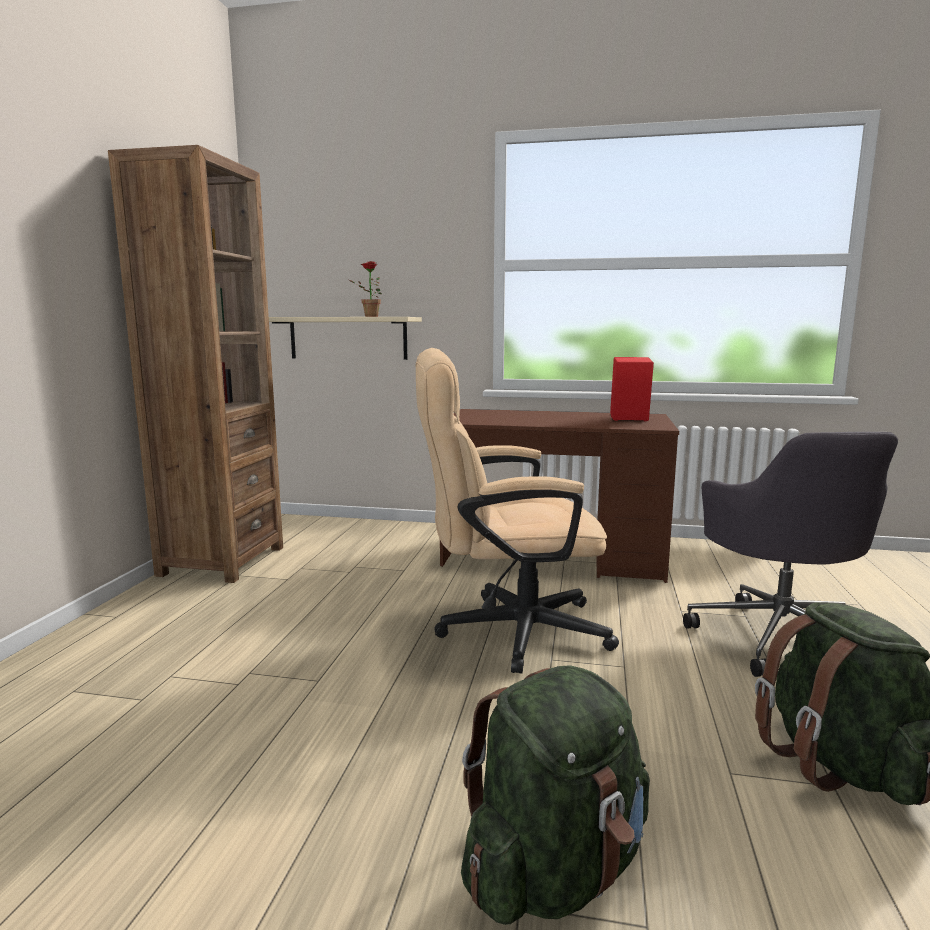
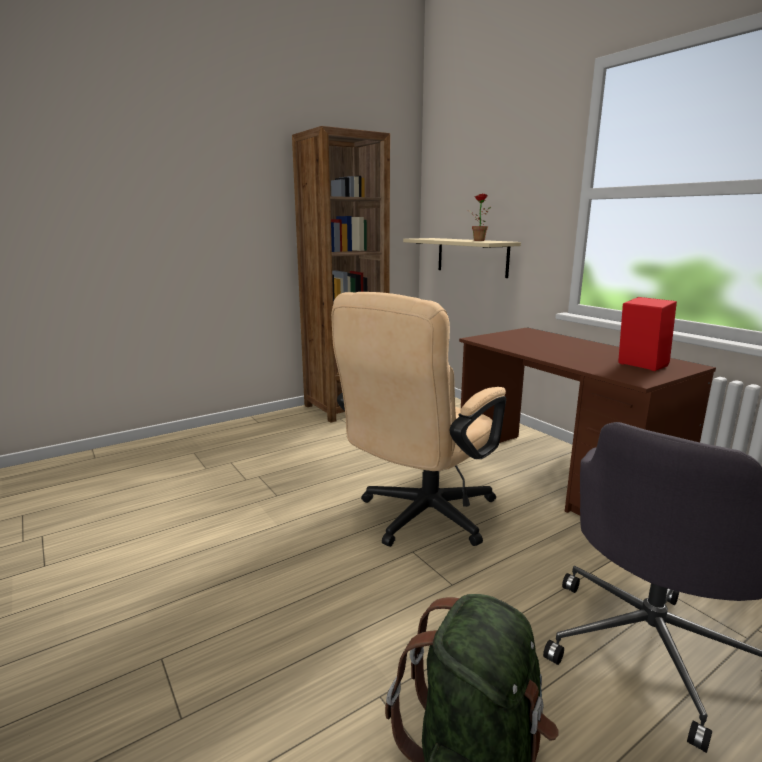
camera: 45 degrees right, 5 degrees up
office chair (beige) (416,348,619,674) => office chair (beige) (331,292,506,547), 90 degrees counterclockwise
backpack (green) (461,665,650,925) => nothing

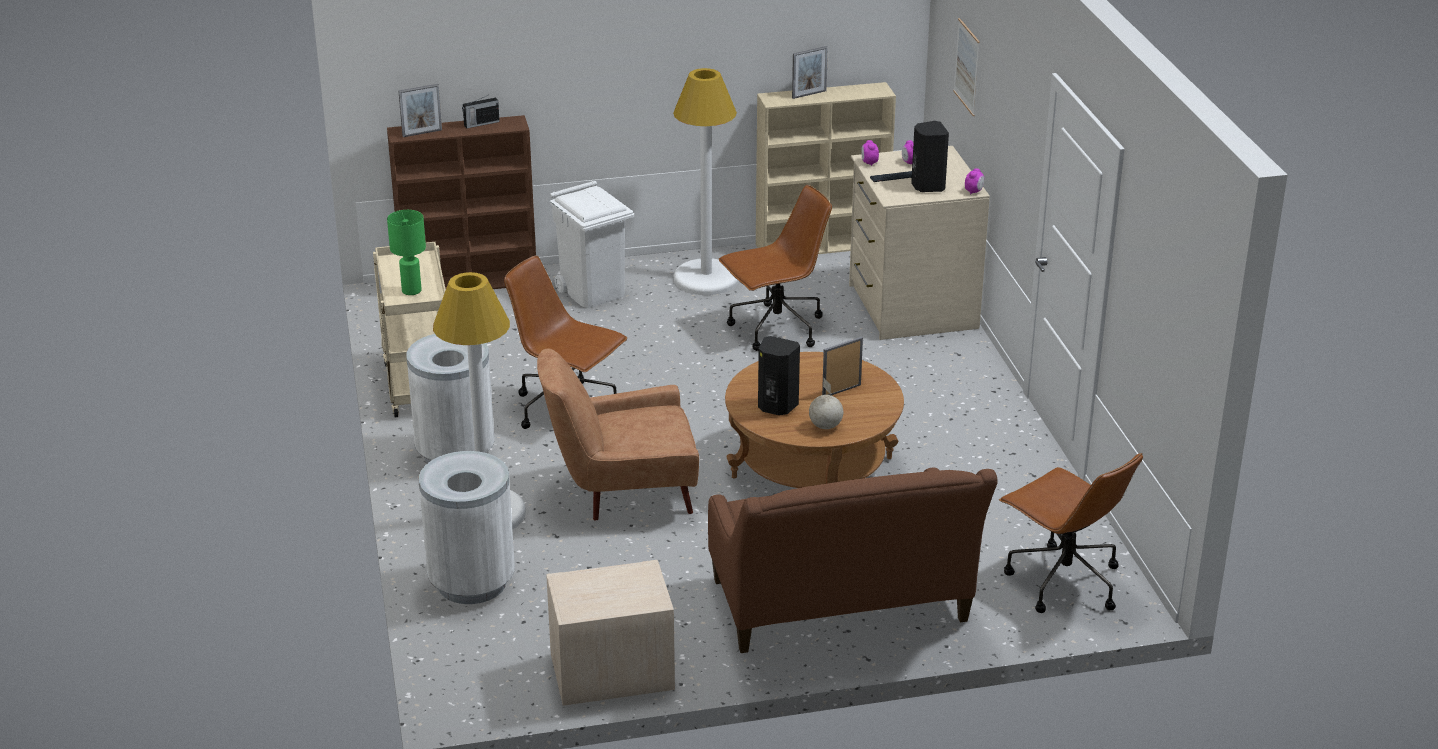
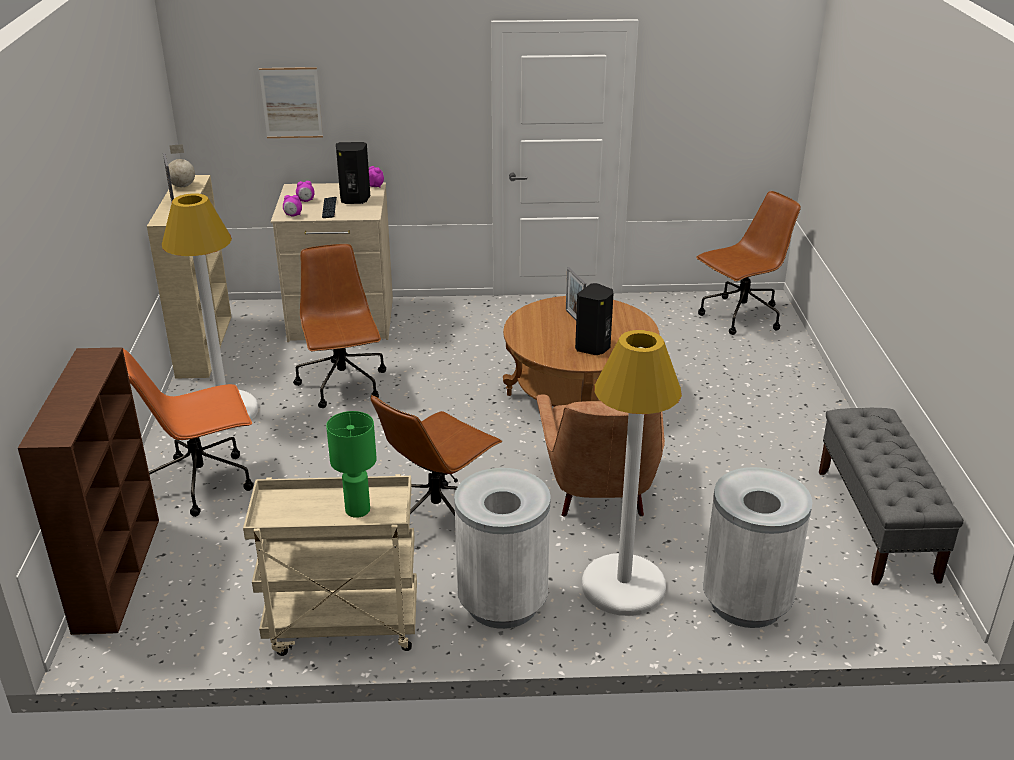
camera: 80 degrees left, 0 degrees up
picture frame (398,84,442,137) => nothing
radio (462,95,500,128) => nothing
trash can (white) (550,181,634,308) => office chair (orange) (123,349,254,517)
globe (809,378,843,429) => globe (166,144,195,187), relocated
sofa (brown) (708,467,998,653) => nothing
nightstand (beige) (546,560,675,706) => bench (grey) (819,408,964,585)

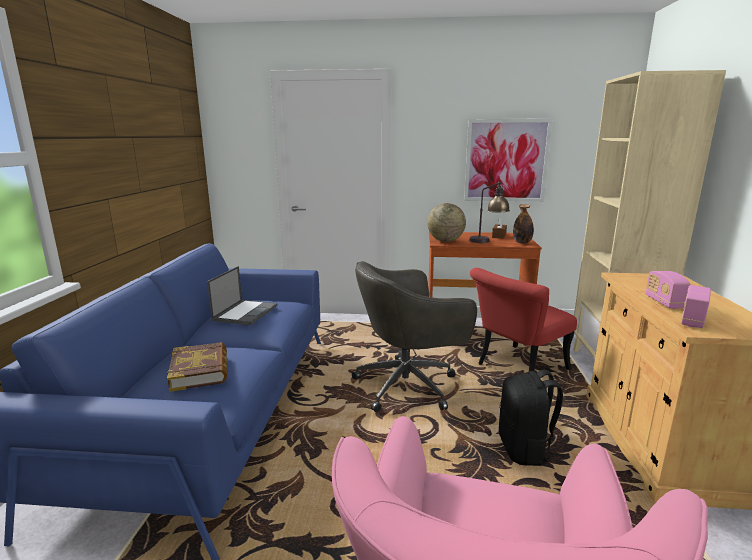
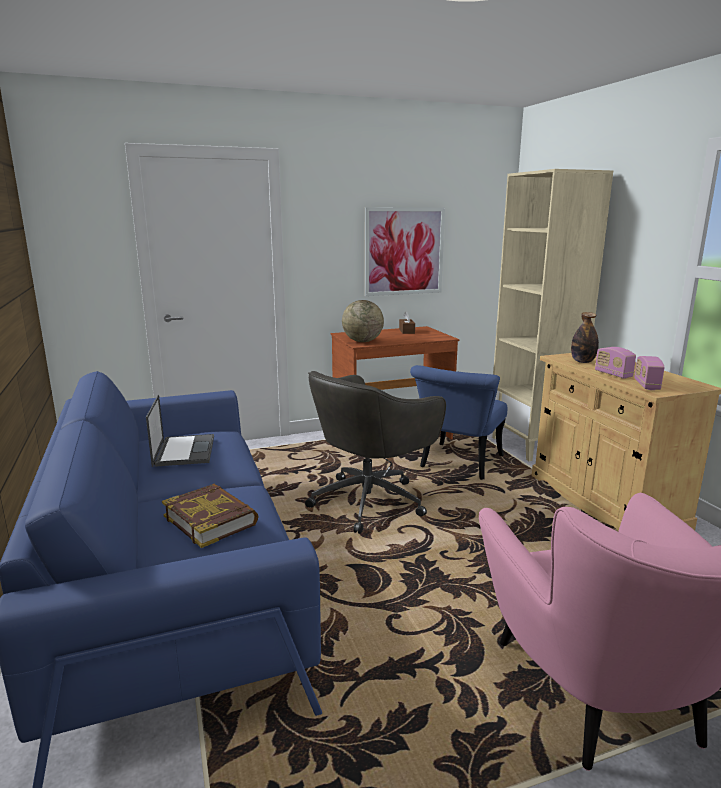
camera: 25 degrees left, 0 degrees up
table lamp (469,182,510,243) => nothing
bottle (513,204,534,244) => bottle (571,312,599,363), relocated
chair (red) (470,268,577,372) => chair (blue) (410,365,507,480)
backpack (black) (499,370,564,466) => nothing

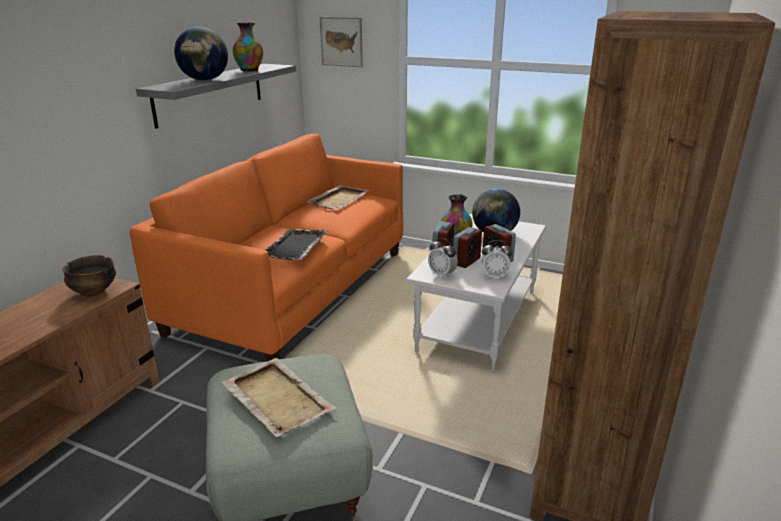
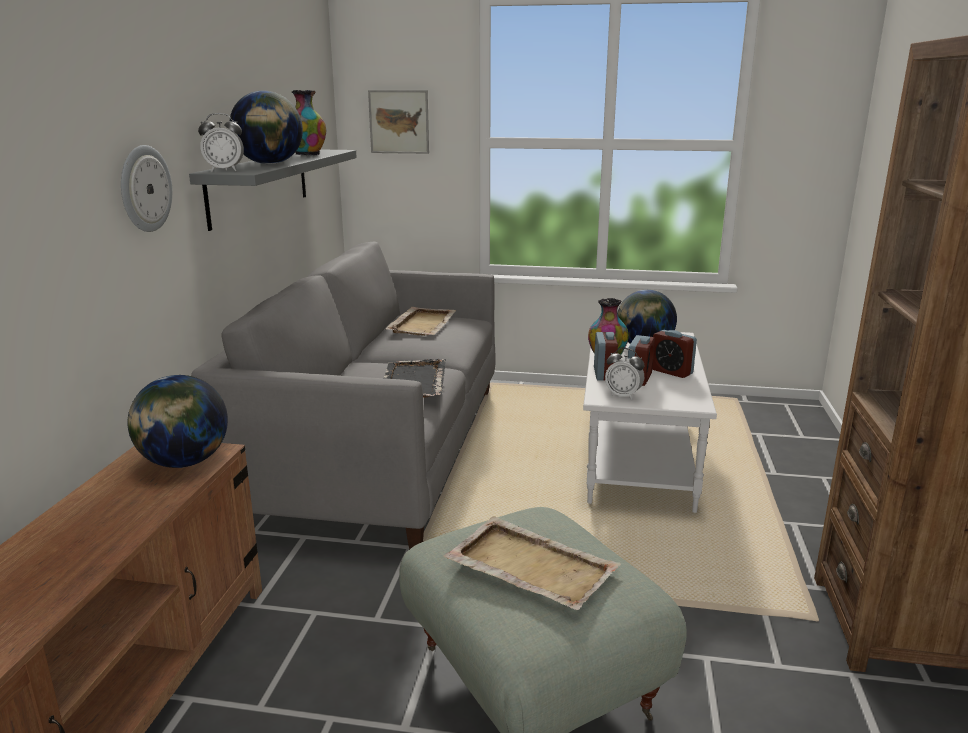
camera: 15 degrees left, 5 degrees down
sofa (orange) (130,134,403,361) => sofa (grey) (191,242,496,550)
alarm clock (482,240,512,279) => alarm clock (198,113,244,171), relocated
bowl (62,255,116,297) => globe (128,375,228,468)
nothing => wall clock (121,145,172,232)

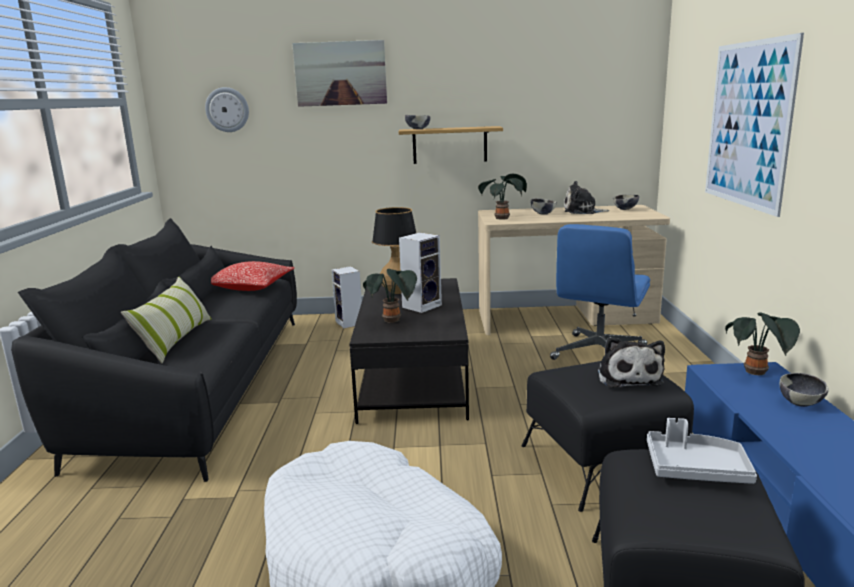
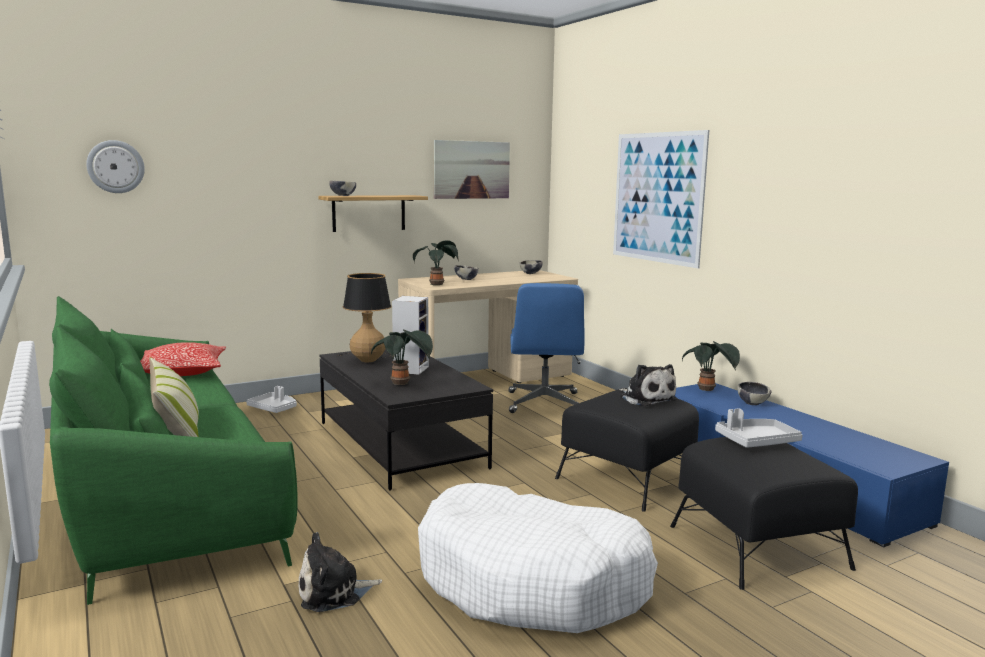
camera: 30 degrees left, 5 degrees down
picture (292,40,387,107) => picture (434,140,510,199), relocated
plush toy (564,181,609,214) => plush toy (299,532,382,612), relocated
sofa (black) (11,218,297,482) => sofa (green) (49,297,298,605)
speaker (331,266,362,328) => tray (grey) (246,386,297,413)

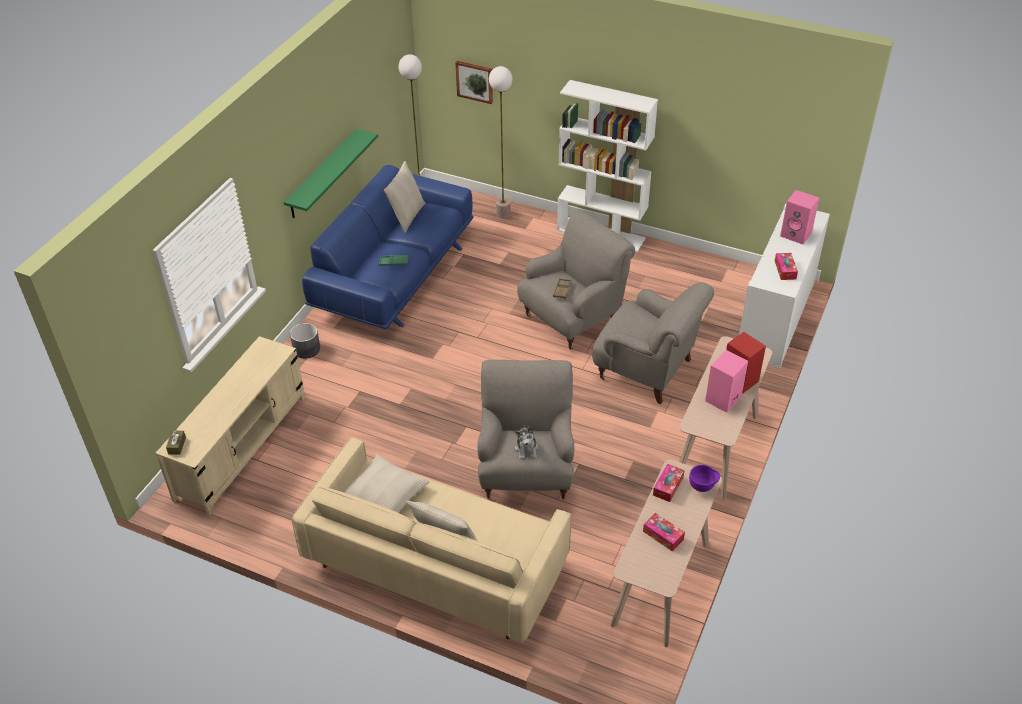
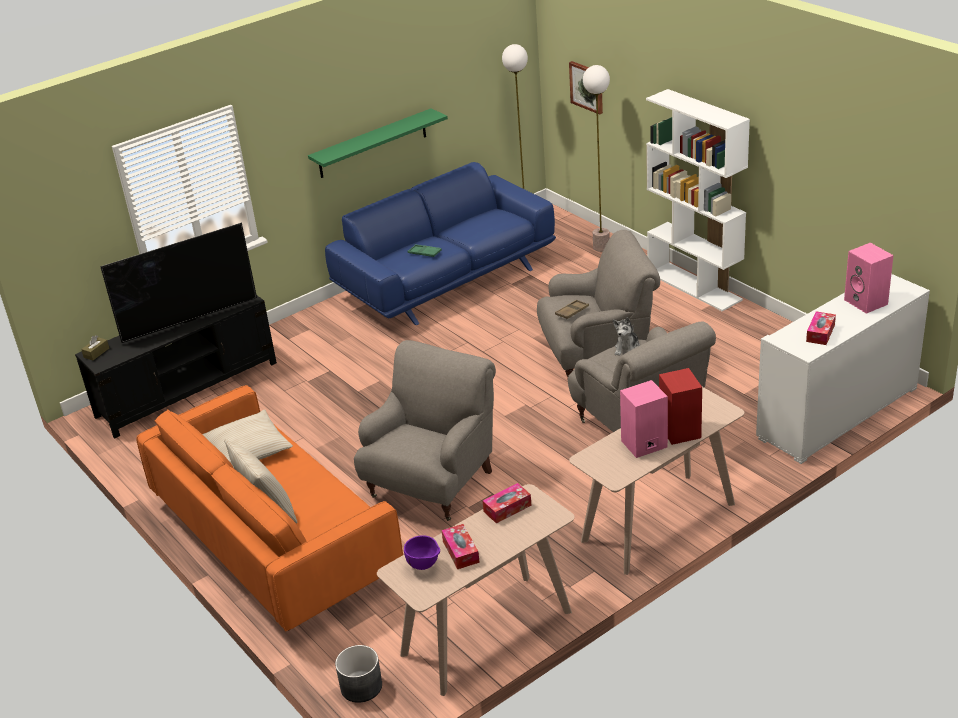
camera: 30 degrees right, 10 degrees down
pillow (beige) (384,161,426,233) => nothing
planter (grey) (290,323,320,358) => planter (grey) (335,645,382,703), relocated
tv stand (beige) (156,336,305,516) => tv stand (black) (75,295,277,439)
plush toy (515,425,538,460) => plush toy (613,317,640,356), relocated
sofa (beige) (292,437,572,643) => sofa (orange) (136,385,403,631)
bowl (purple) (689,465,720,492) => bowl (purple) (404,535,440,570), relocated
nothing => television (100,223,257,343)

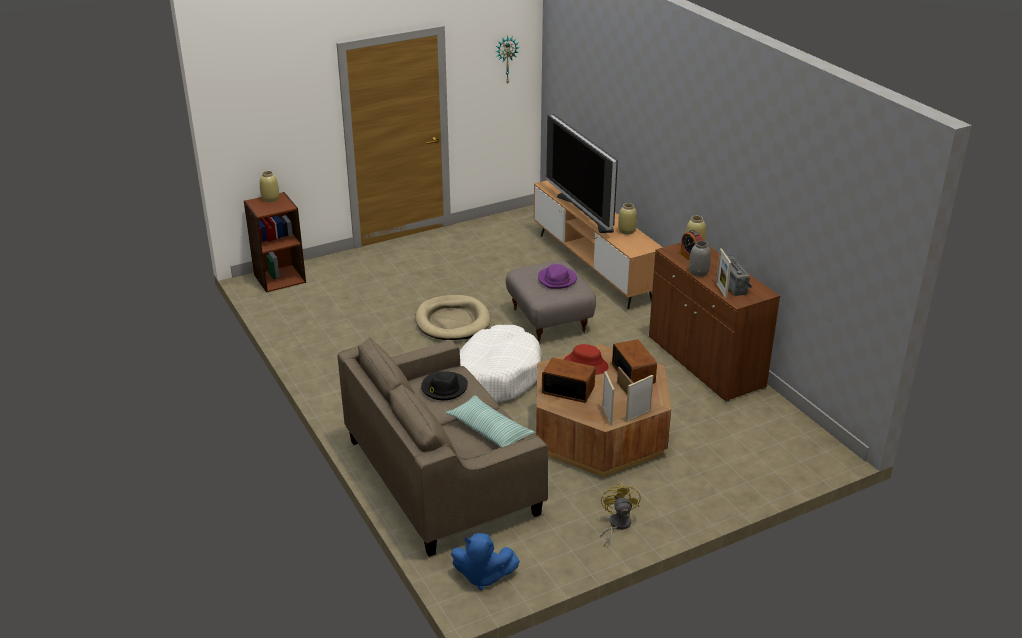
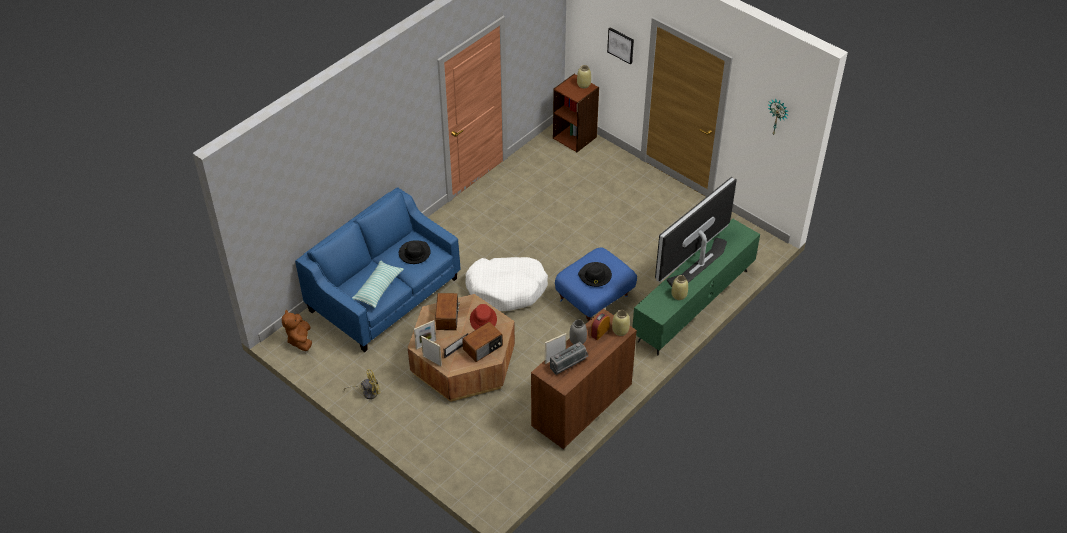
camera: 70 degrees right, 15 degrees up
tv stand (brown) (534,180,663,309) => tv stand (green) (632,219,760,355)
ottoman (grey) (506,261,596,343) => ottoman (blue) (555,247,637,321)
hat (purple) (538,264,577,289) => hat (black) (578,262,612,287)
dog bed (beige) (415,295,491,340) => nothing
sofa (beige) (337,338,548,557) => sofa (blue) (295,187,461,352)
plush toy (blue) (451,533,520,590) => plush toy (brown) (282,310,312,351)
nothing => picture (607,28,634,65)

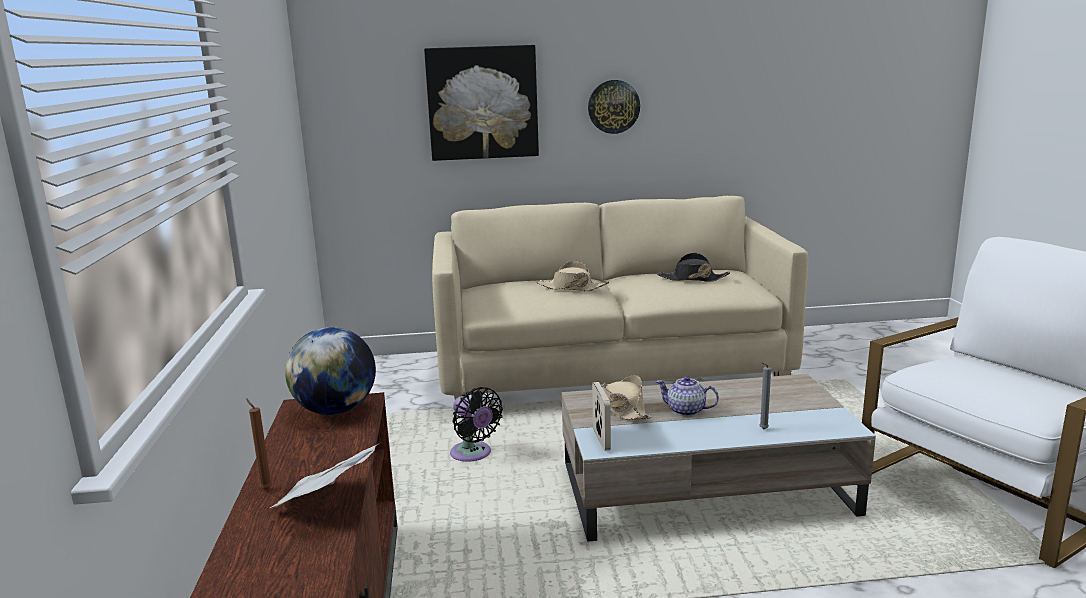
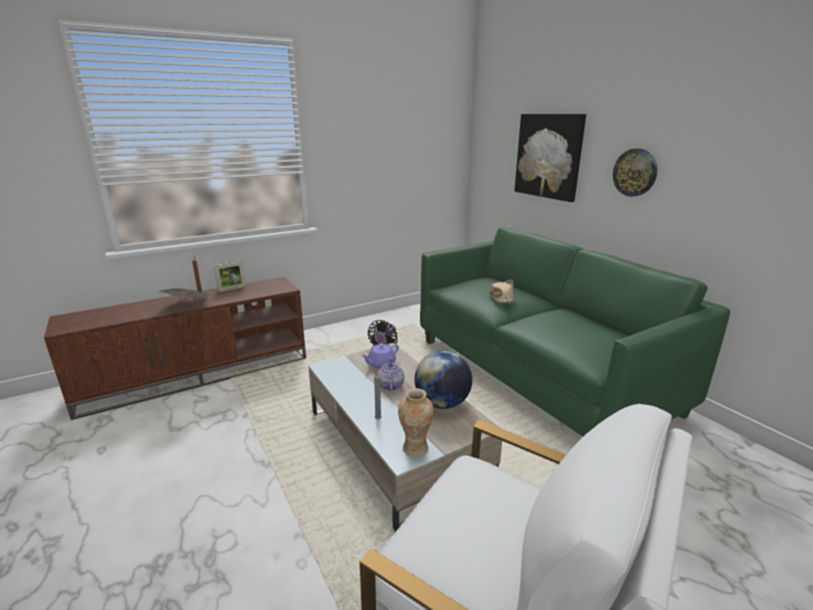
camera: 65 degrees right, 5 degrees up
sofa (beige) (432,196,808,415) => sofa (green) (420,227,730,437)
hat (black) (657,253,730,282) => nothing
globe (285,327,376,415) => globe (415,351,472,409), relocated
hat (beige) (601,375,652,420) => teapot (purple) (362,344,399,369)
picture frame (592,382,611,451) => picture frame (214,261,246,292), relocated
nothing => vase (398,388,434,457)

